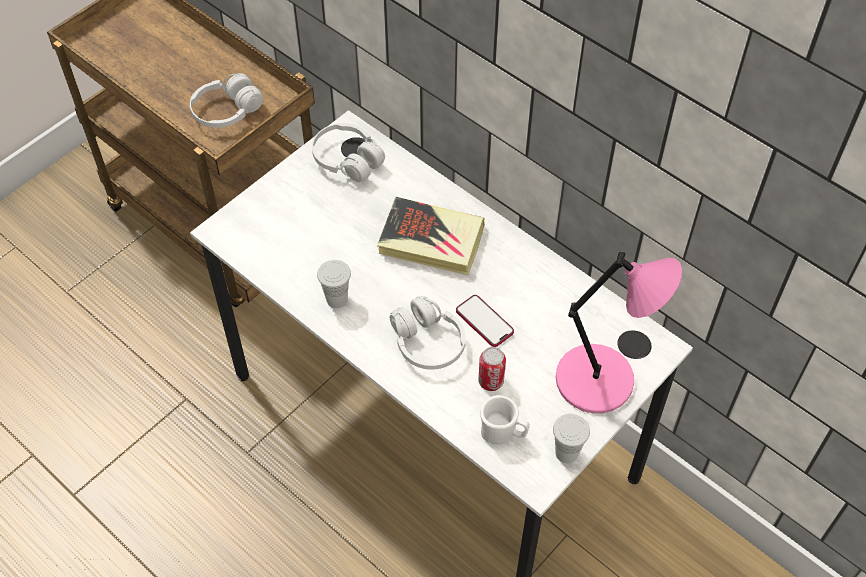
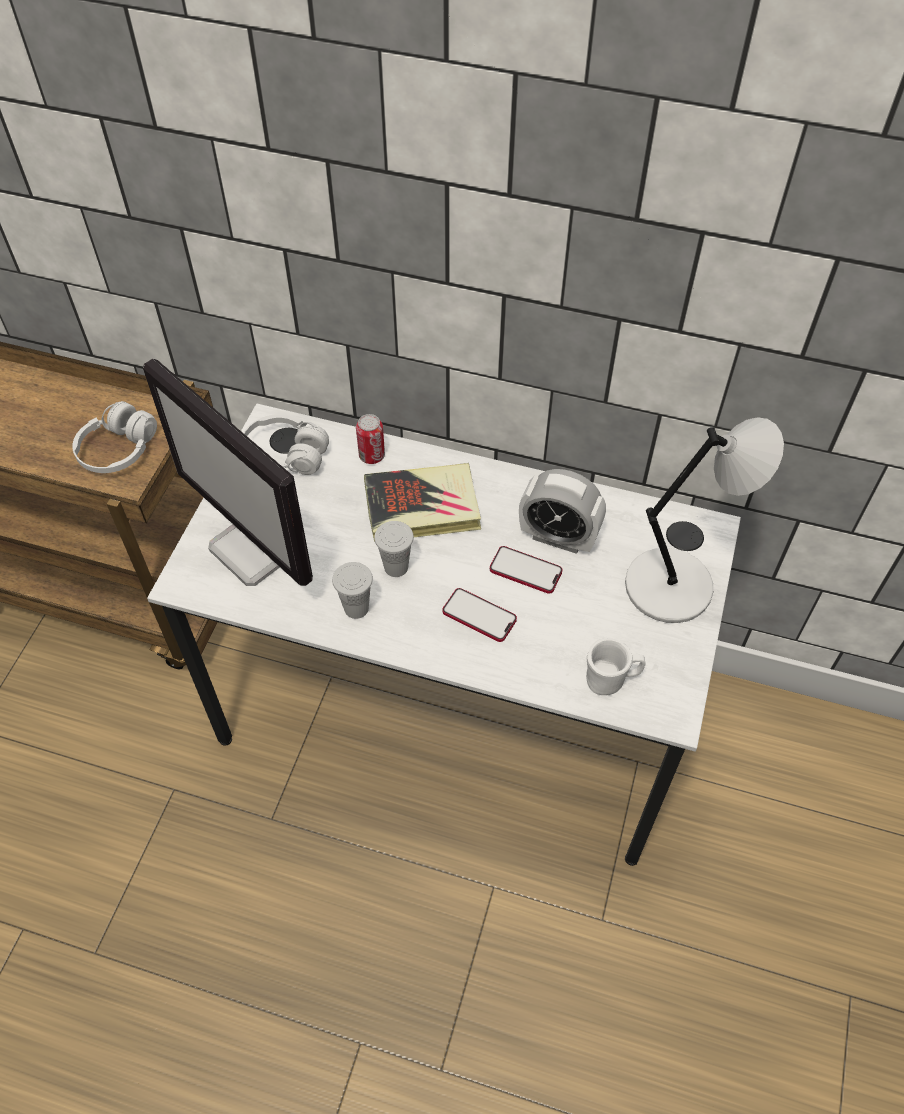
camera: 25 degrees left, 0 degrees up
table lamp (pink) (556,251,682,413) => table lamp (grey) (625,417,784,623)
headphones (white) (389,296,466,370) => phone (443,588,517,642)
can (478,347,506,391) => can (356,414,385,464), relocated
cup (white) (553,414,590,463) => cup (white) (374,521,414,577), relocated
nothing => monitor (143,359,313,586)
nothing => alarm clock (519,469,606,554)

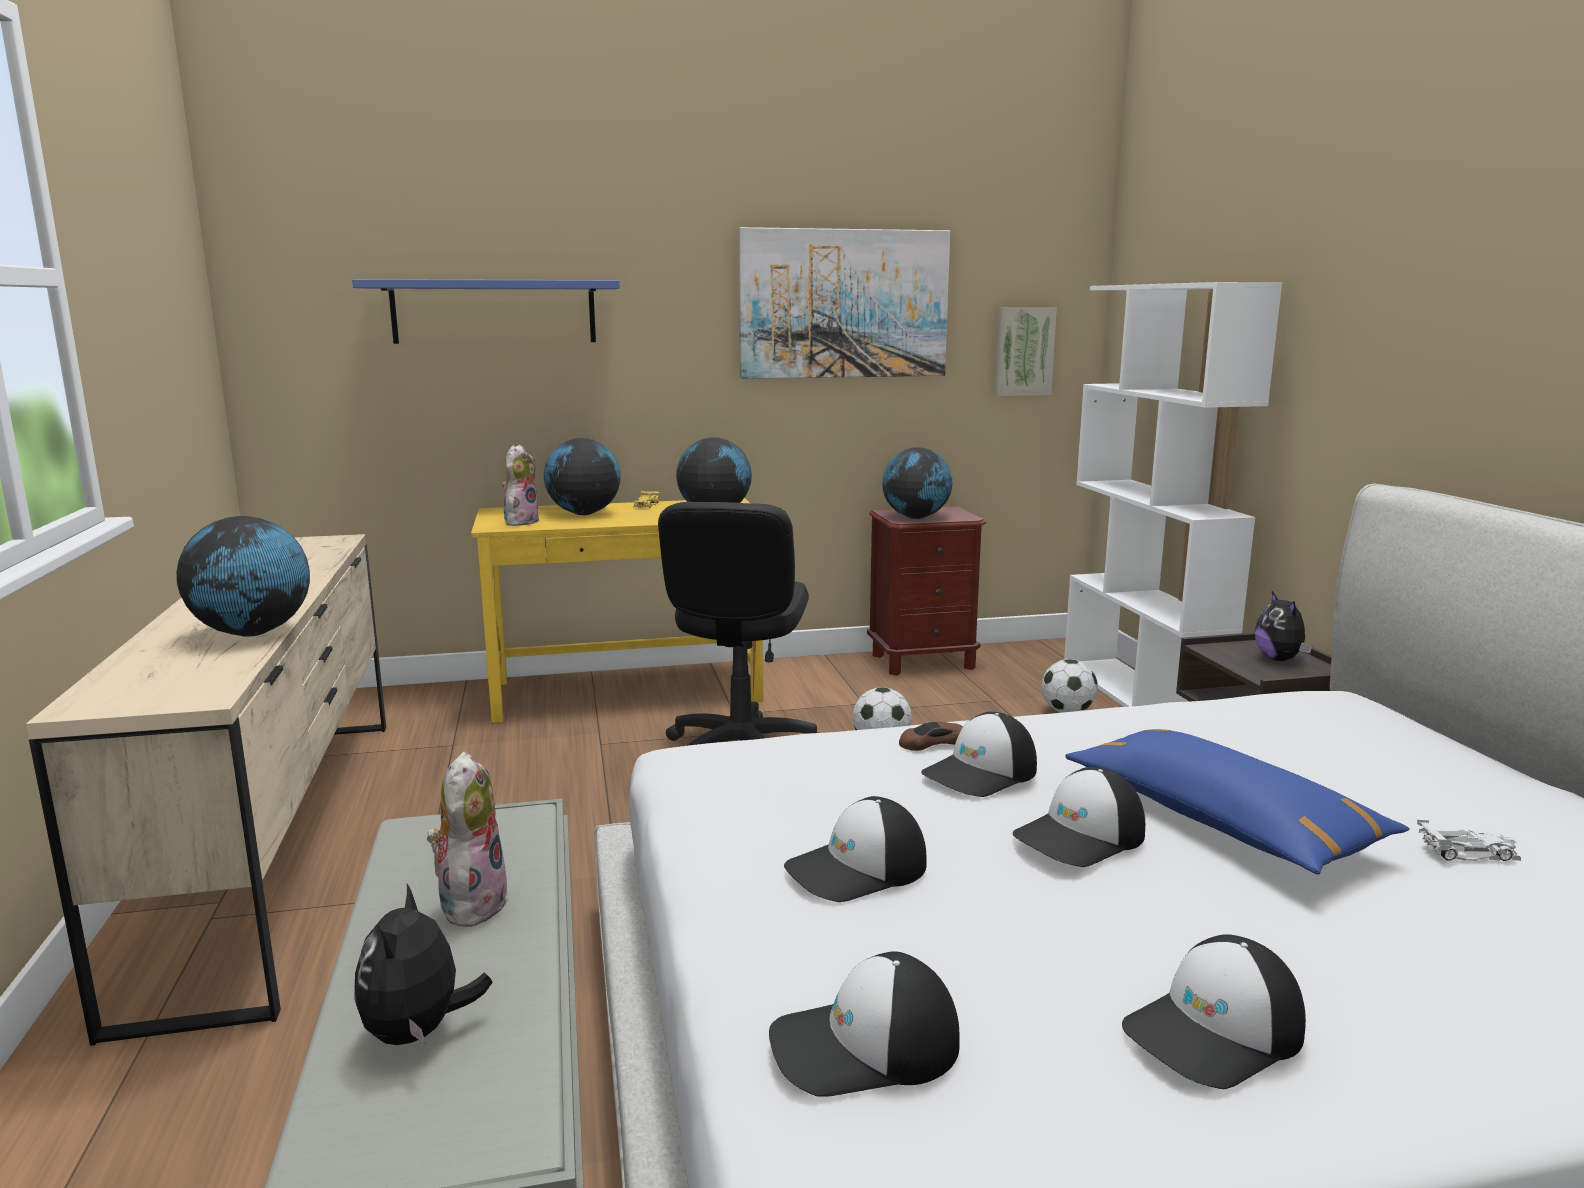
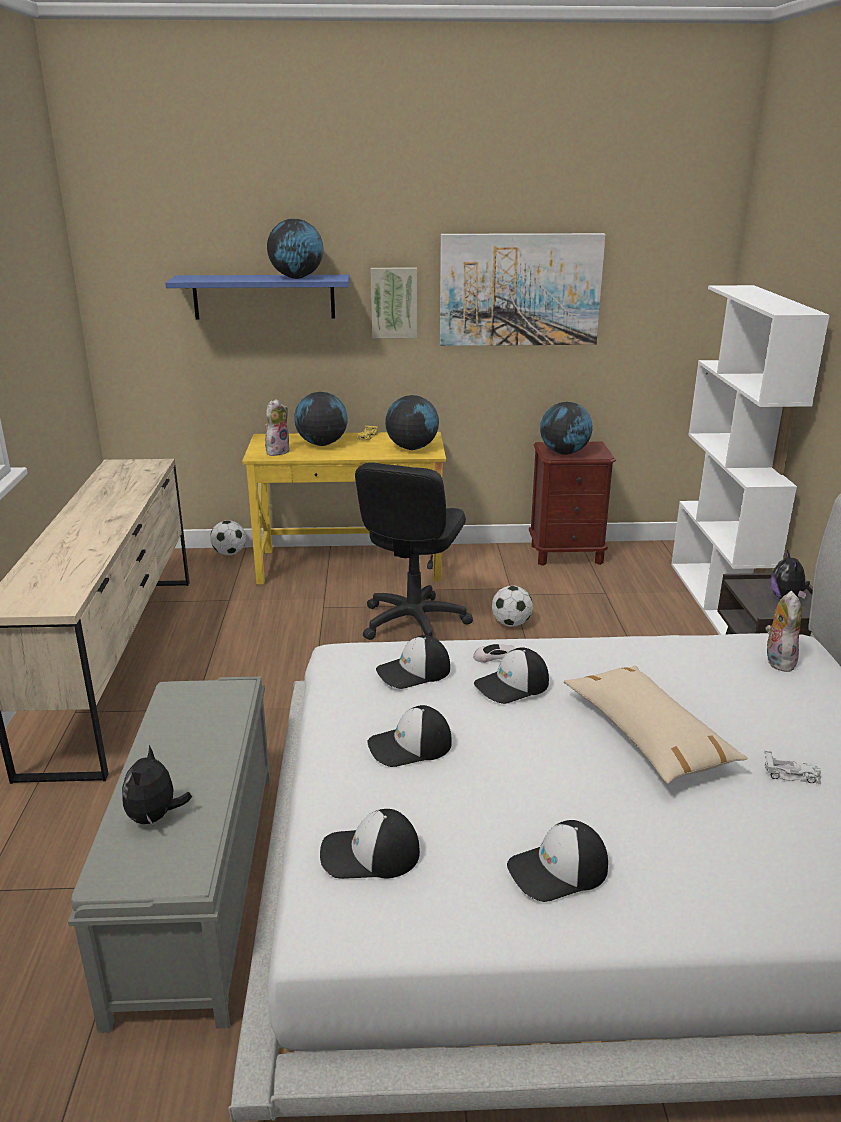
camera: 10 degrees right, 10 degrees up
picture (995,308,1057,396) => picture (371,268,417,338), relocated
globe (176,516,310,637) => globe (267,219,323,279), relocated
football (1041,659,1098,713) => football (210,520,246,555), relocated
toy car (brown) (899,722,963,751) => toy car (white) (473,644,516,663)
pillow (blue) (1065,729,1410,874) => pillow (beige) (564,666,748,784)
plush toy (427,752,509,927) => plush toy (766,591,802,672), relocated
cap (1013,767,1145,867) => cap (376,635,450,689), relocated

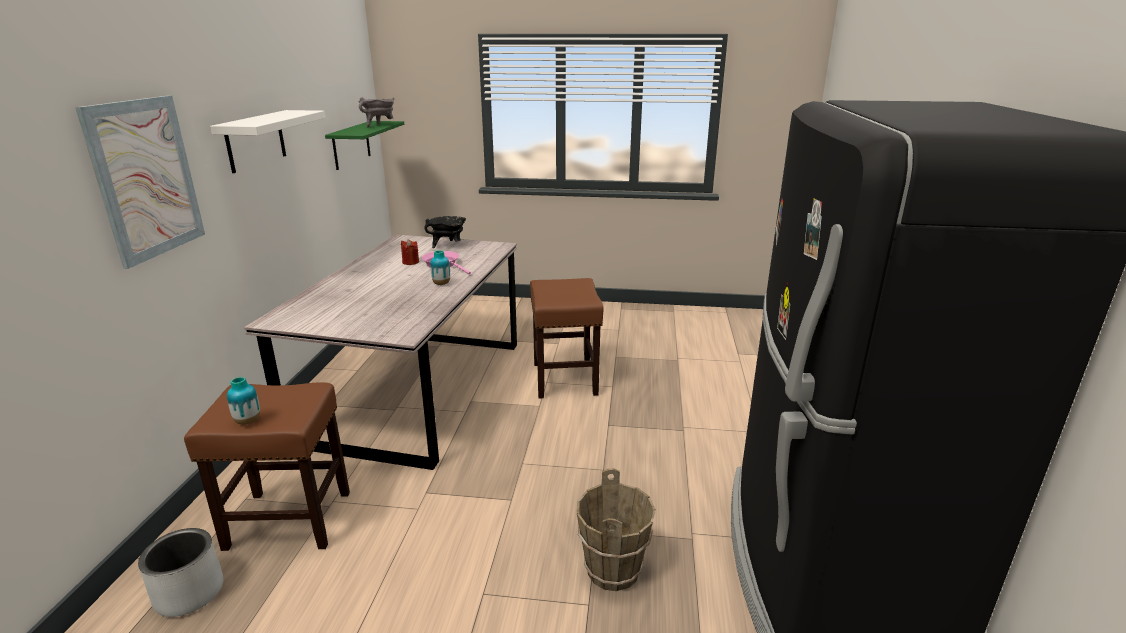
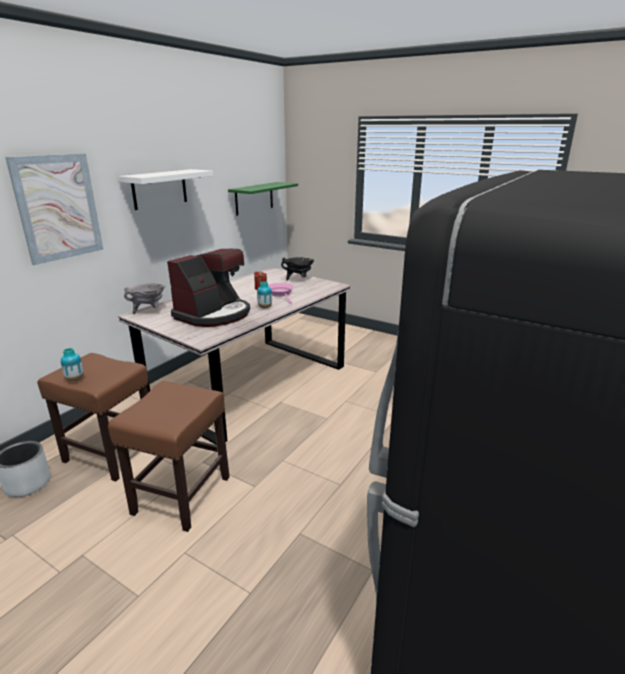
camera: 25 degrees right, 0 degrees up
cooking pot (grey) (358,97,395,127) => cooking pot (grey) (124,283,165,314), relocated
stool (brown) (530,278,604,399) => stool (brown) (108,381,230,532), relocated
bucket (brown) (577,469,656,591) => nothing
nothing => coffee machine (167,249,250,327)

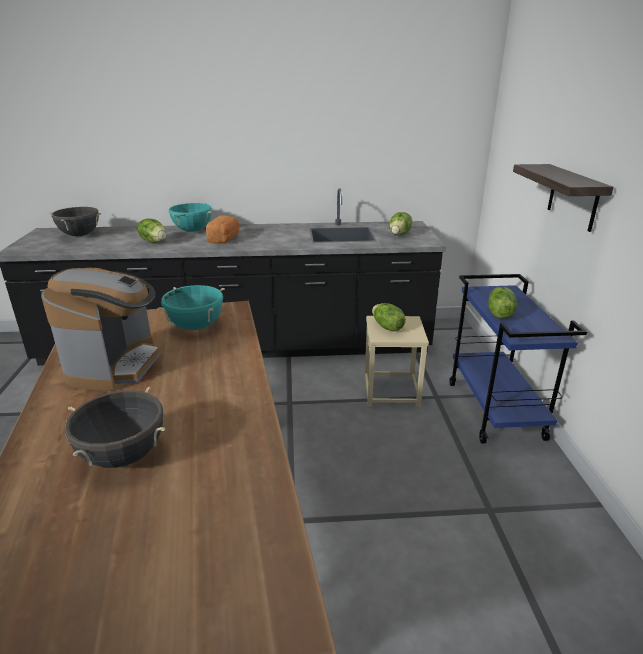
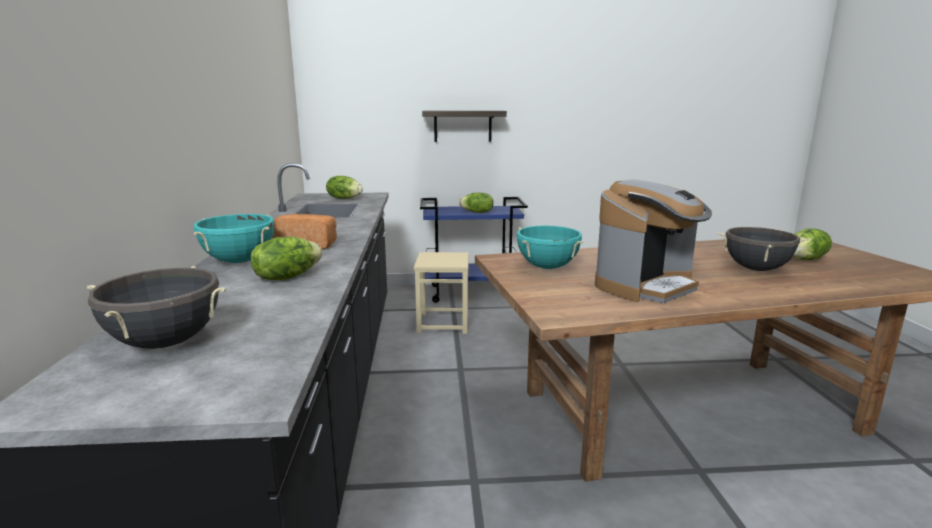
camera: 90 degrees left, 10 degrees down
coffee machine (41,267,161,391) => coffee machine (595,179,712,303), 135 degrees clockwise
lettuce (372,303,406,331) => lettuce (793,228,832,260), relocated

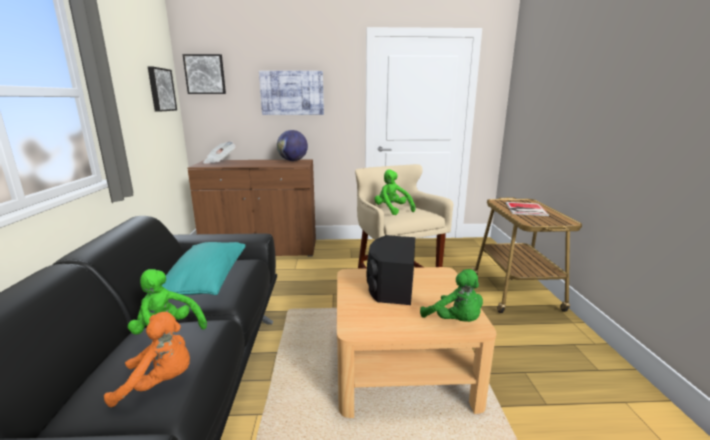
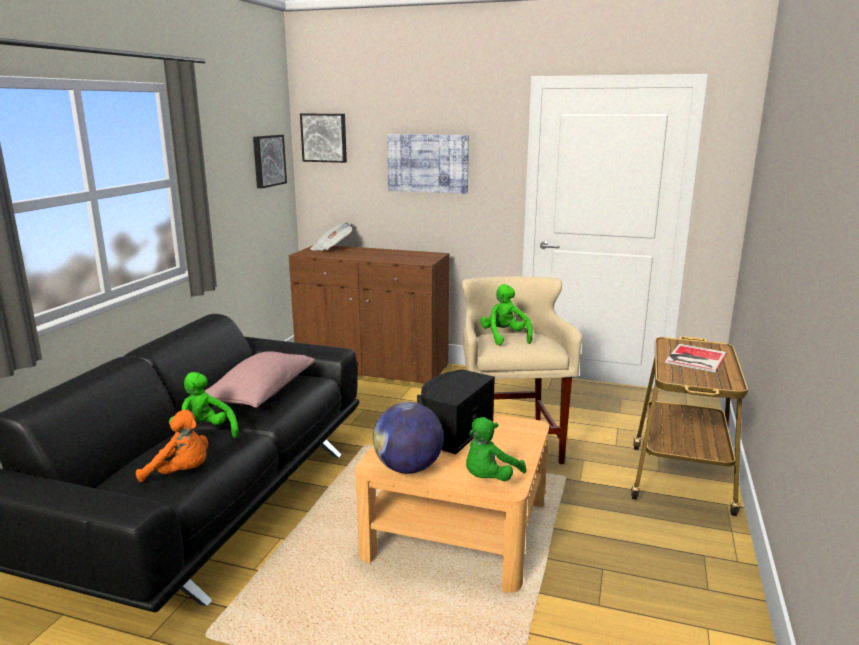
camera: 20 degrees right, 0 degrees up
globe (277,130,308,161) => globe (373,402,444,474), relocated
pillow (turquoise) (162,242,246,295) => pillow (pink) (205,351,315,408)
plush toy (green) (420,269,483,322) => plush toy (green) (466,417,526,481), 60 degrees clockwise

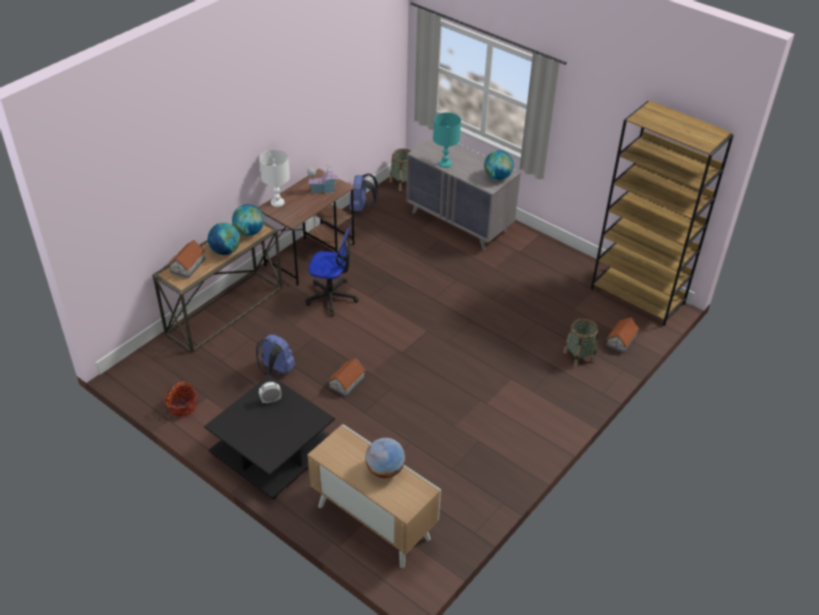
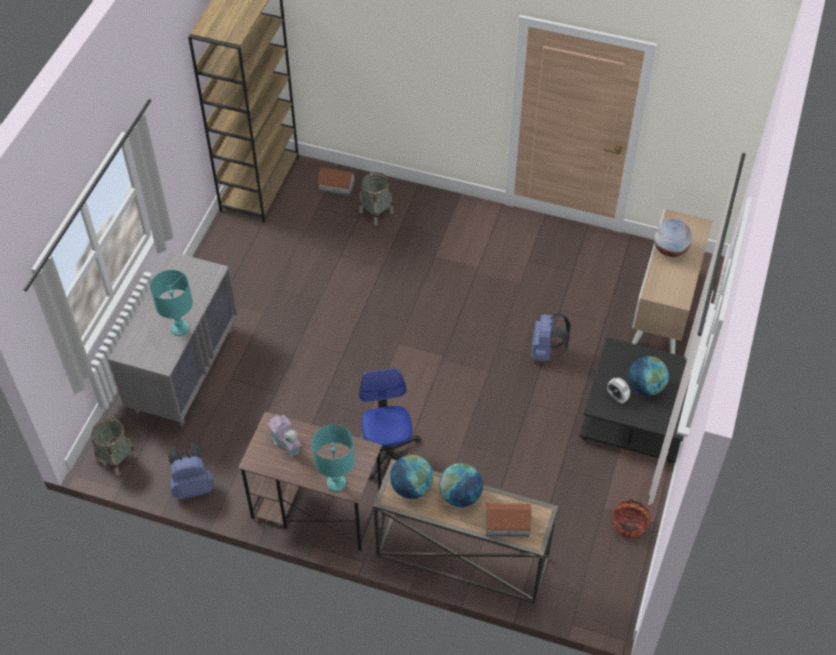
camera: 110 degrees left, 10 degrees up
table lamp (white) (259,150,290,207) => table lamp (turquoise) (312,425,355,492)
globe (484,150,514,180) => globe (629,356,669,396), relocated
backpack (blue) (256,334,295,378) => backpack (blue) (531,313,571,361), relocated
toy house (328,358,366,397) => nothing

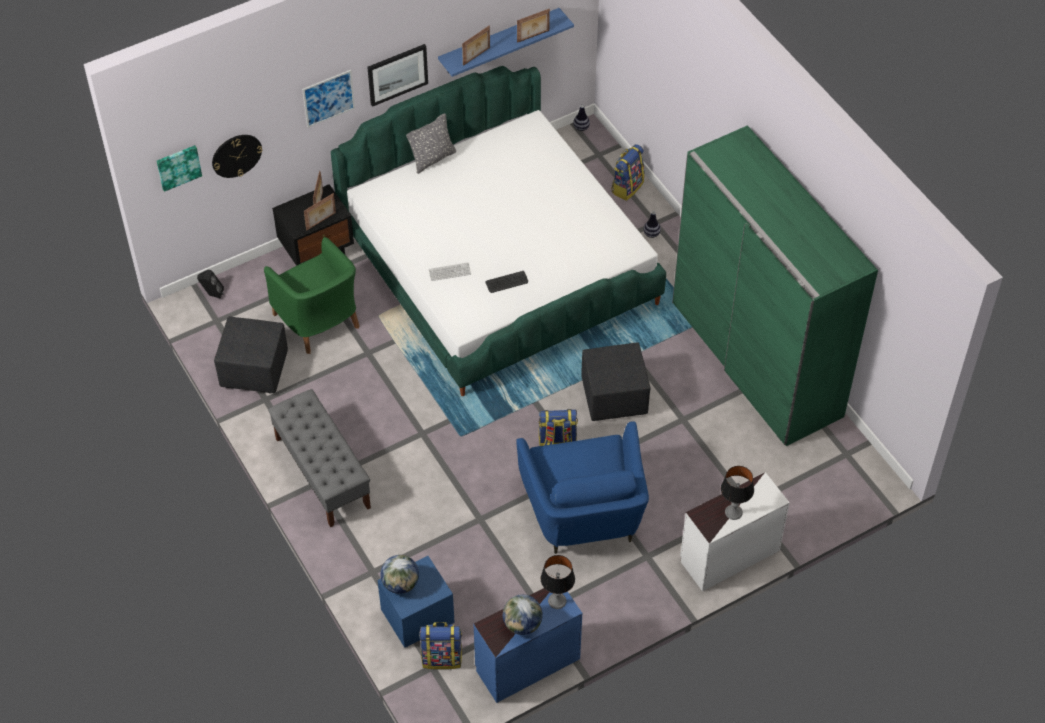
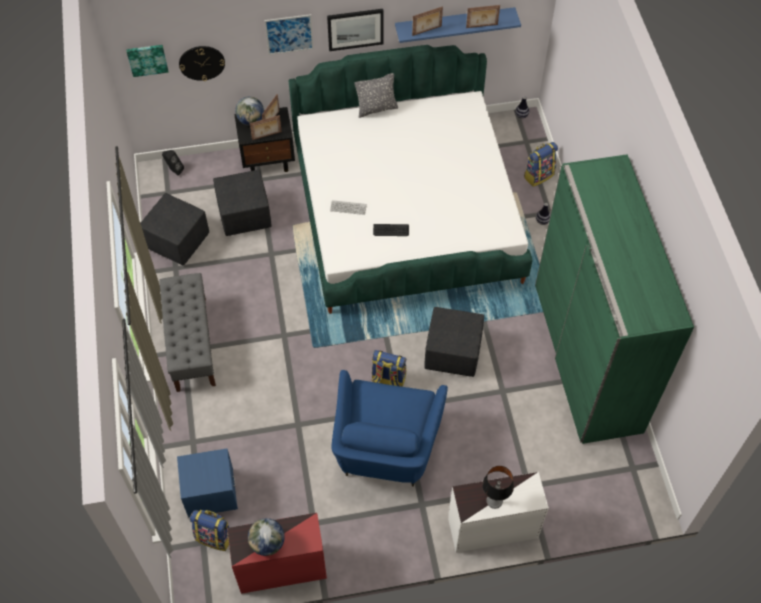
camera: 20 degrees right, 5 degrees up
armchair (green) (264,237,359,354) => ottoman (black) (213,170,271,236)
globe (380,555,419,594) => globe (235,97,264,126), relocated
table lamp (541,555,575,609) => nothing
dresser (blue) (474,588,582,703) => dresser (red) (227,513,327,594)

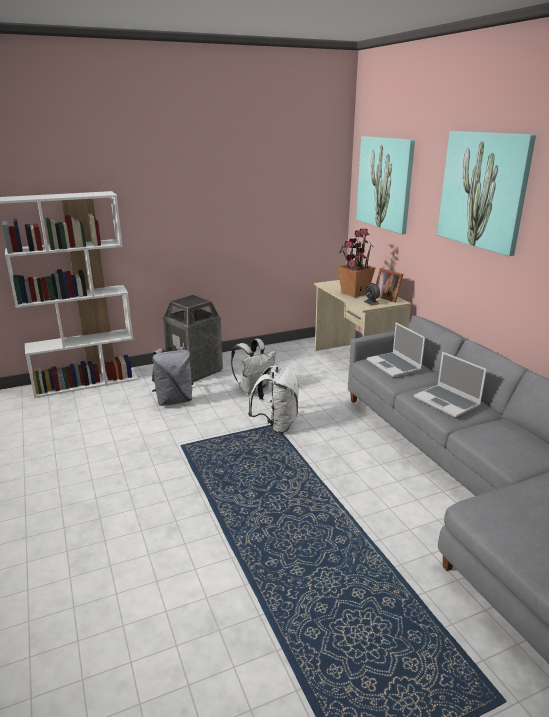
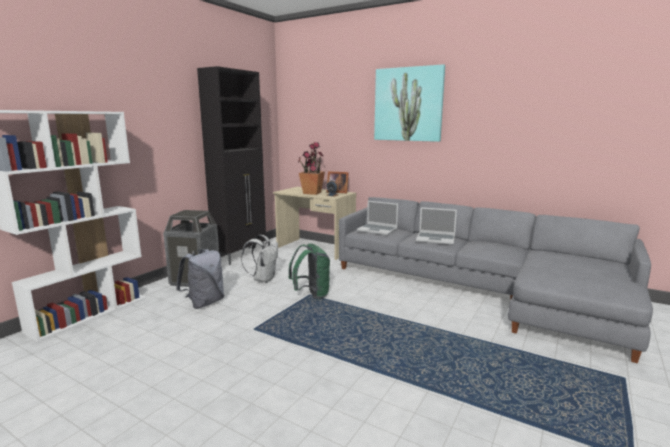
camera: 35 degrees left, 10 degrees down
picture (356,136,415,234) => nothing
backpack (white) (248,365,299,434) => backpack (green) (289,243,330,299)
nothing => cabinet (black) (197,66,266,265)

